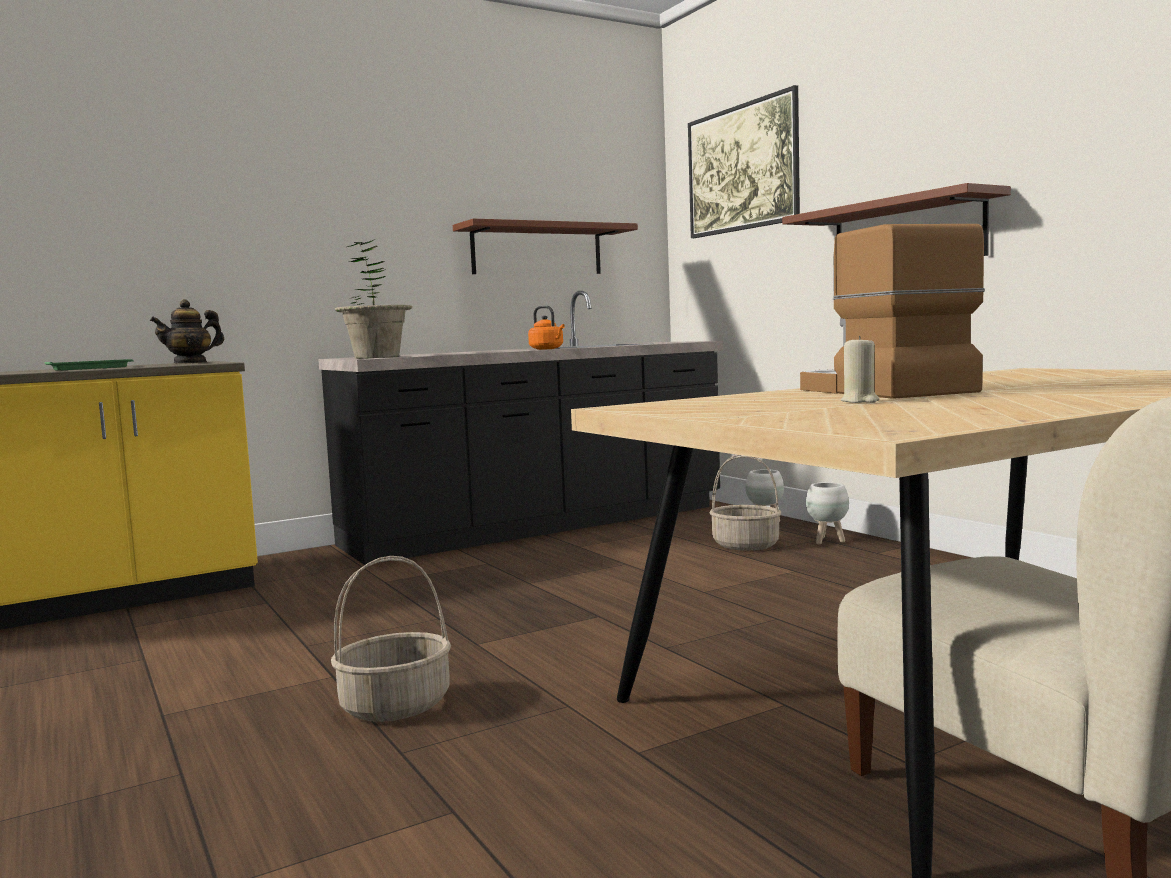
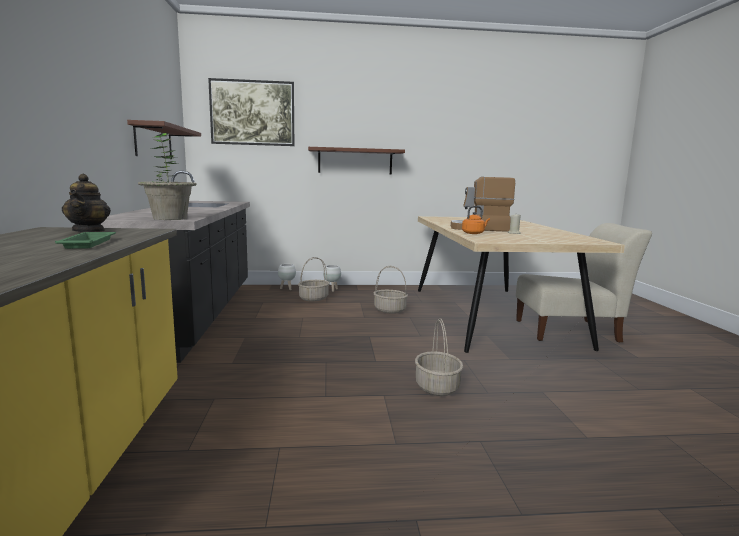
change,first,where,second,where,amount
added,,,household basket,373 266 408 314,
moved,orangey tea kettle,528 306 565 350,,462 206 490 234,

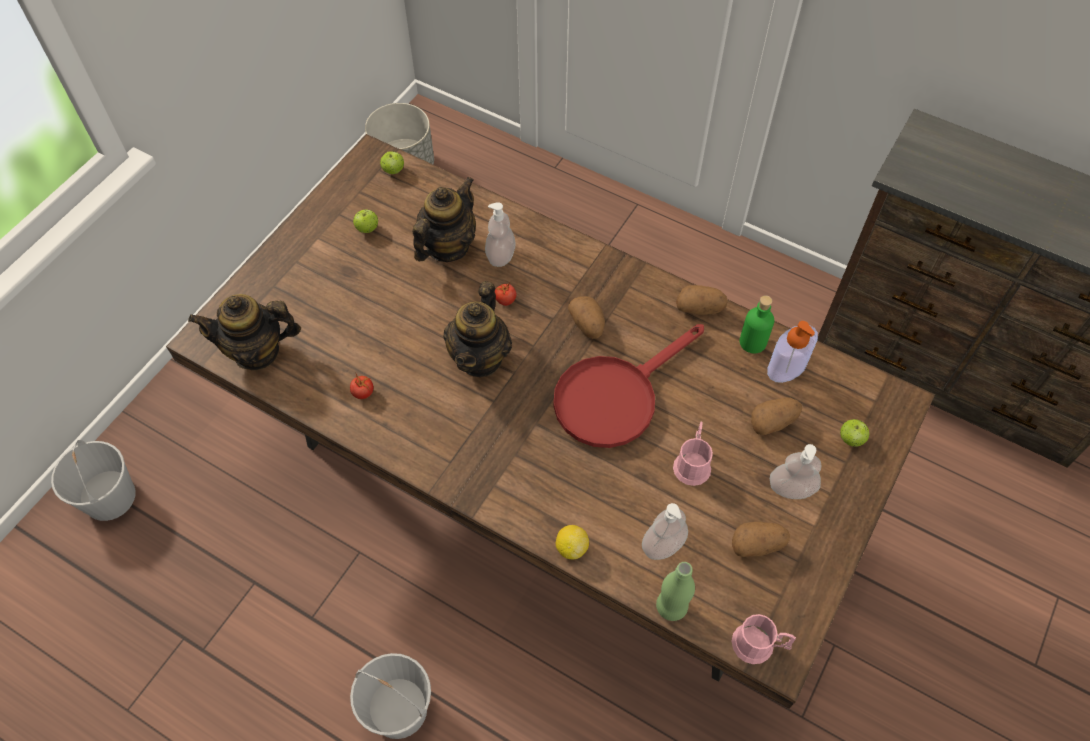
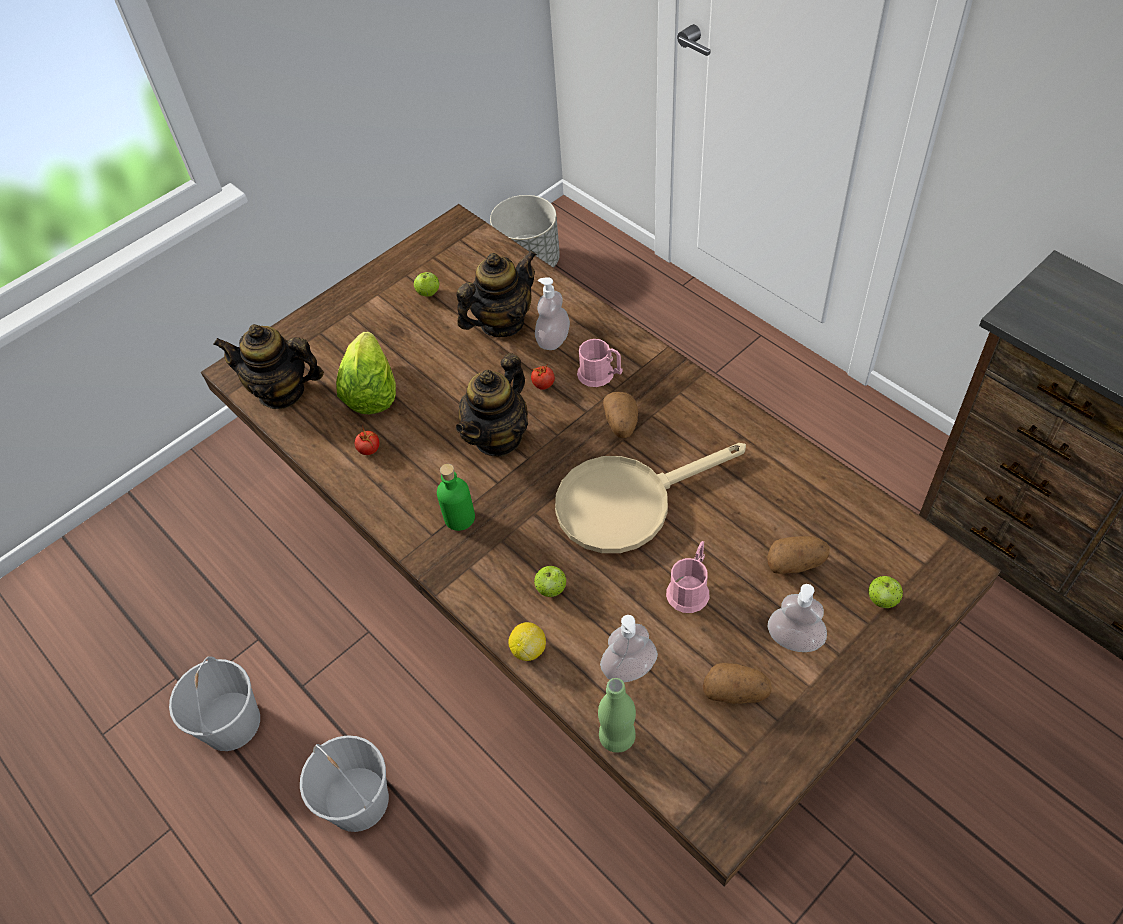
change,first,where,second,where,amount
removed,spud,676 285 728 315,,,
removed,liquid soap bottle,767 321 818 383,,,
added,,,lettuce head,336 332 396 414,
moved,white-coloured bucket,51 440 136 521,,169 656 260 751,
moved,whole apple,380 151 404 174,,534 566 567 597,
moved,pinkish tea mug,732 614 796 664,,577 339 622 387,
moved,green-coloured bottle,740 295 774 353,,437 464 475 531,
recoloured,red-coloured frying pan,553 324 704 448,beige frying pan,555 443 746 553,

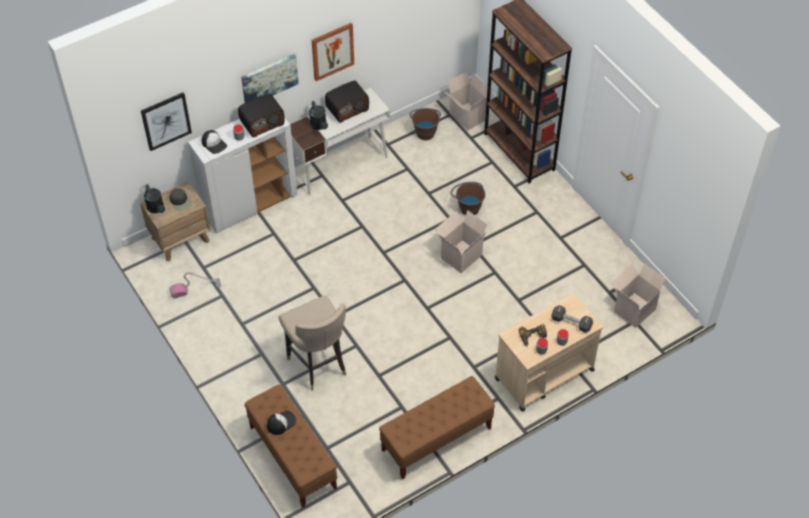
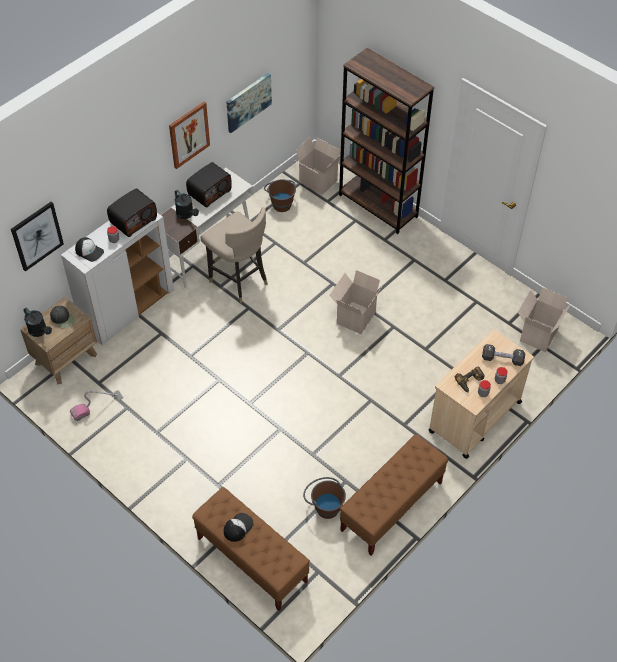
change,first,where,second,where,amount
moved,wall picture,241 54 299 103,,226 73 272 133,
moved,beige stool seat,279 295 346 390,,200 207 268 303,
moved,brown bucket,451 182 485 215,,303 477 346 519,

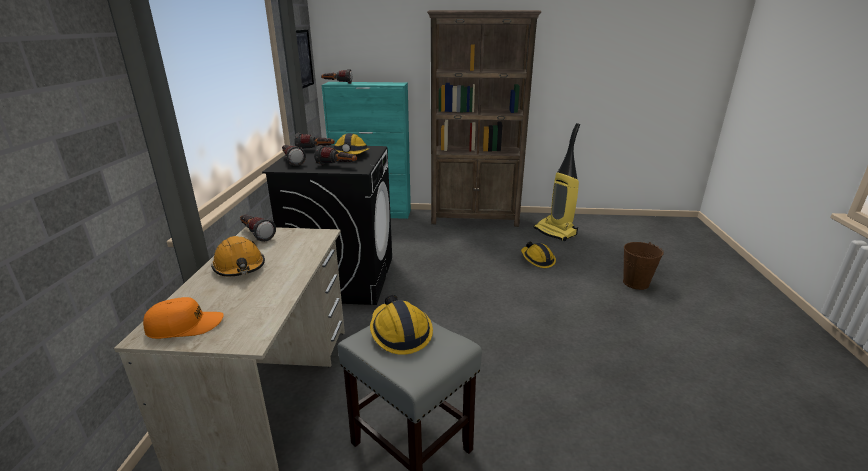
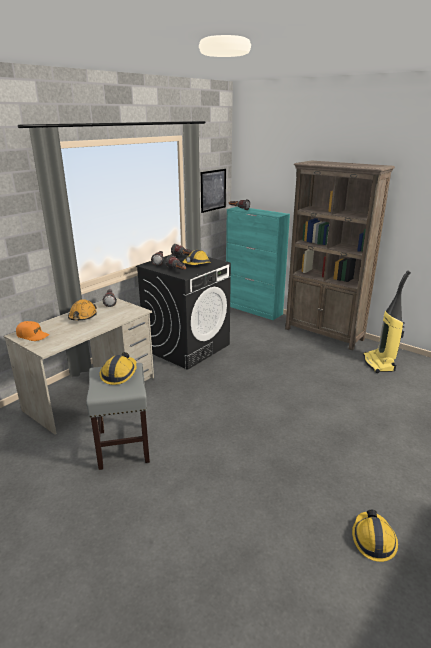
change,first,where,second,where,amount
removed,brown bucket,623 242 664 290,,,
moved,hard hat,521 242 556 268,,352 510 398 562,

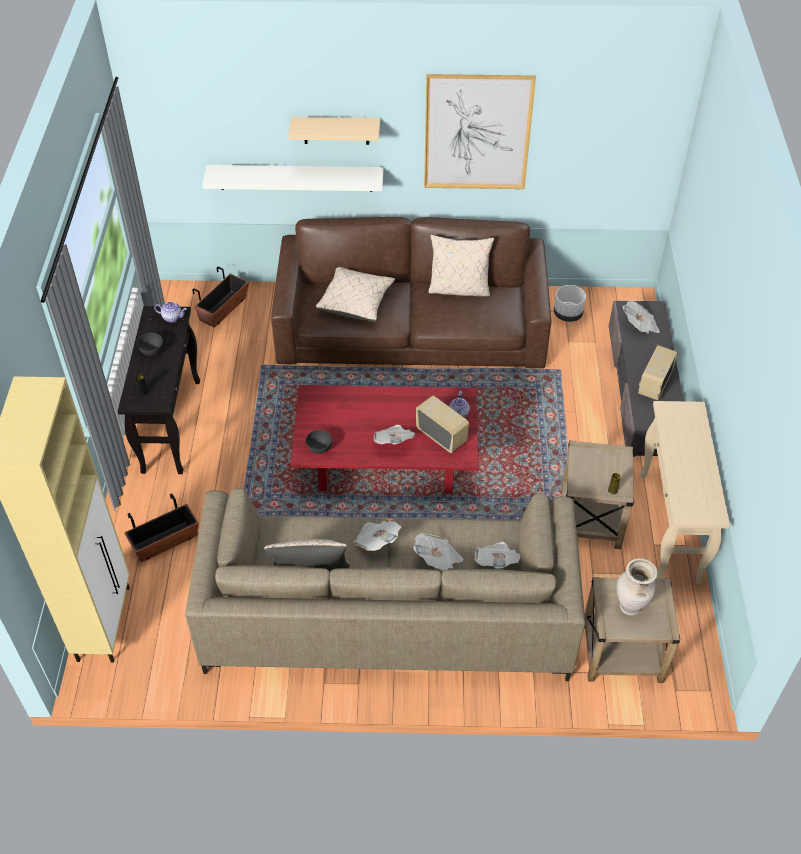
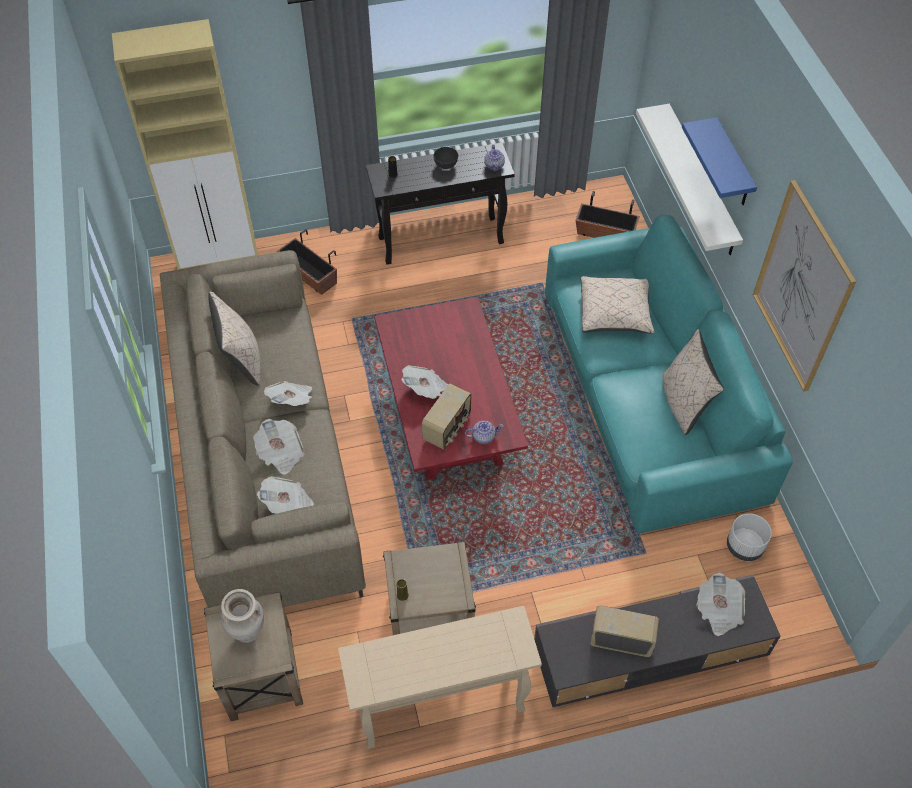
change,first,where,second,where,amount
removed,greyish serving bowl,306 430 332 454,,,
recoloured,brown settee,271 217 551 368,turquoise settee,545 214 793 534,
recoloured,beige bracket shelf,288 117 380 145,blue bracket shelf,682 117 757 205,

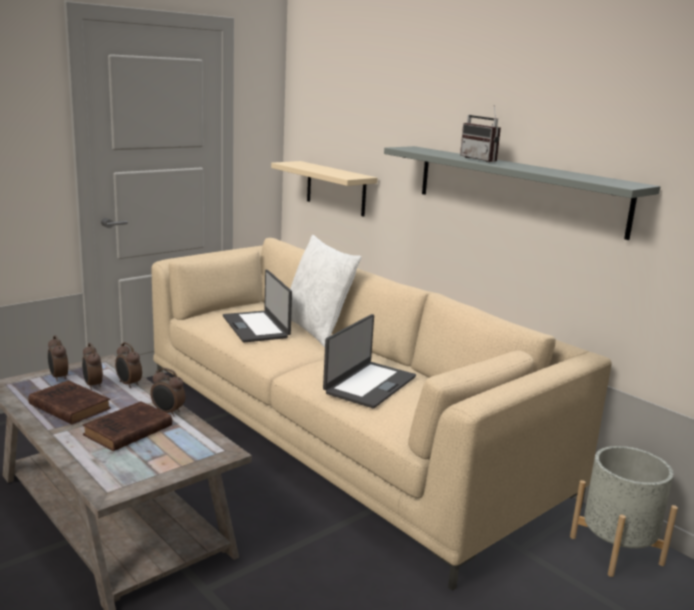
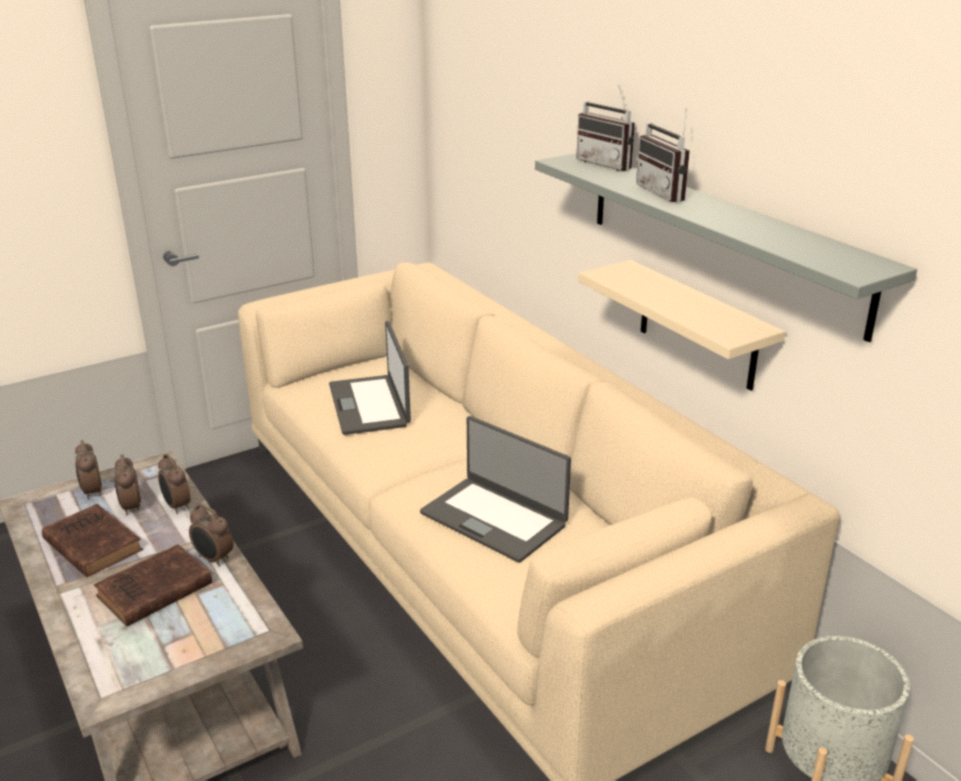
change,first,where,second,where,amount
removed,white-coloured throw pillow,290 235 361 347,,,
added,,,radio set,576 86 635 171,
moved,beige bracket shelf,271 161 378 217,,578 260 785 391,
turned,portable computer,323 314 416 408,,420 416 571 563,90 degrees clockwise

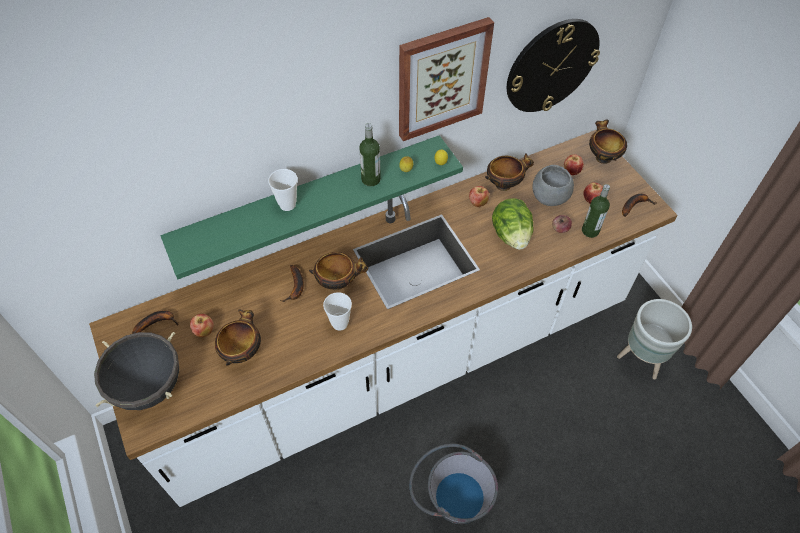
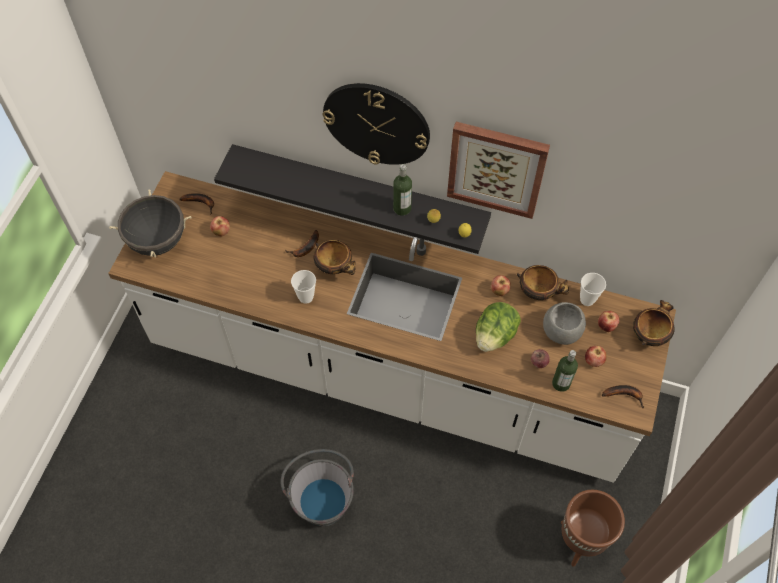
change,first,where,second,where,amount
removed,serving bowl,215 309 261 366,,,
moved,drinking cup,268 169 297 211,,580 273 606 306,
moved,clock on the wall,507 19 600 112,,323 83 430 165,
recoloured,green-coloured bracket shelf,161 135 463 279,blackish bracket shelf,214 144 491 254,
recoloured,greyish flower pot,617 299 692 380,brown flower pot,561 490 625 567,

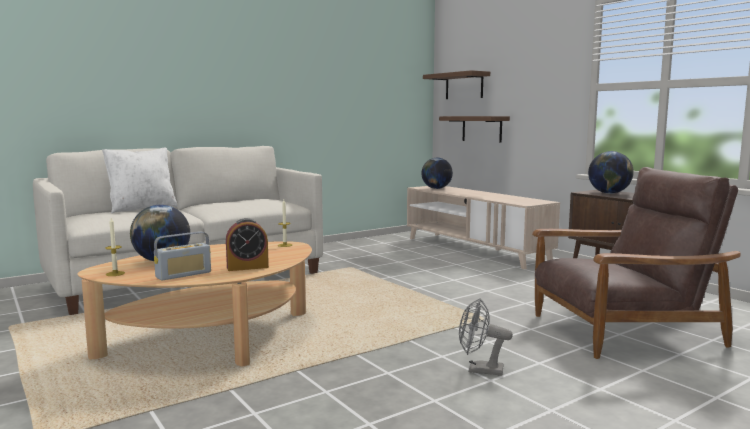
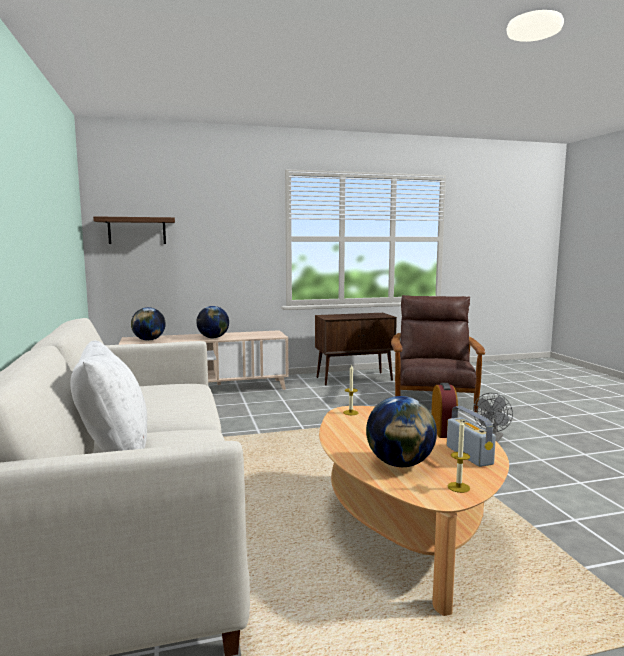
change,first,where,second,where,amount
removed,bracket shelf,439 116 510 143,,,
moved,world globe,588 151 634 194,,196 306 229 338,

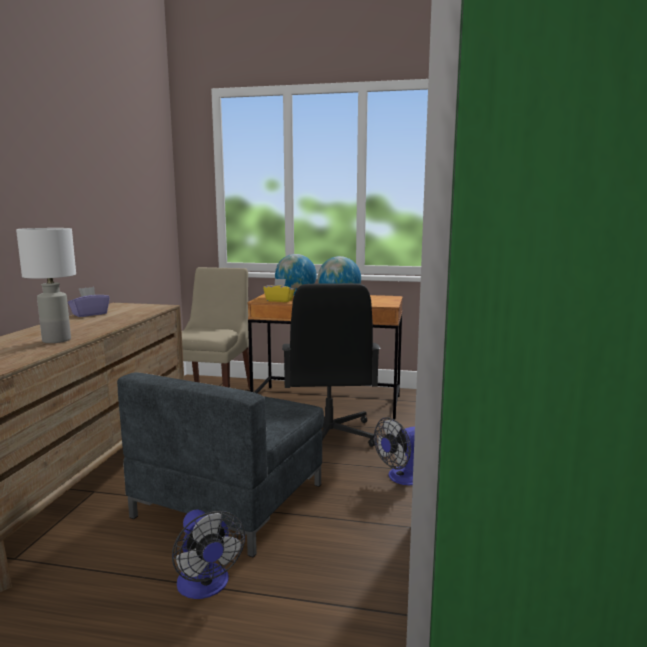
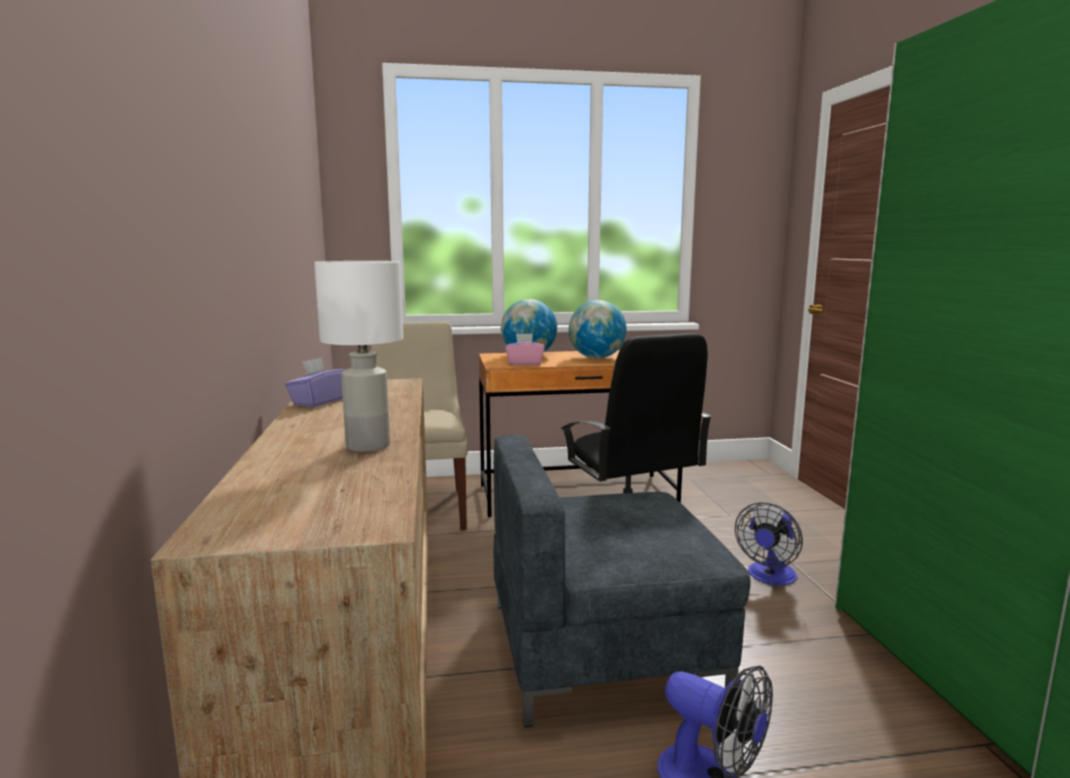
change,first,where,second,where,amount
recoloured,yellow tissue holder,263 279 295 302,pinkish tissue holder,505 333 545 366,
turned,greyish lounge chair,117 372 324 557,,494 435 750 727,75 degrees clockwise

